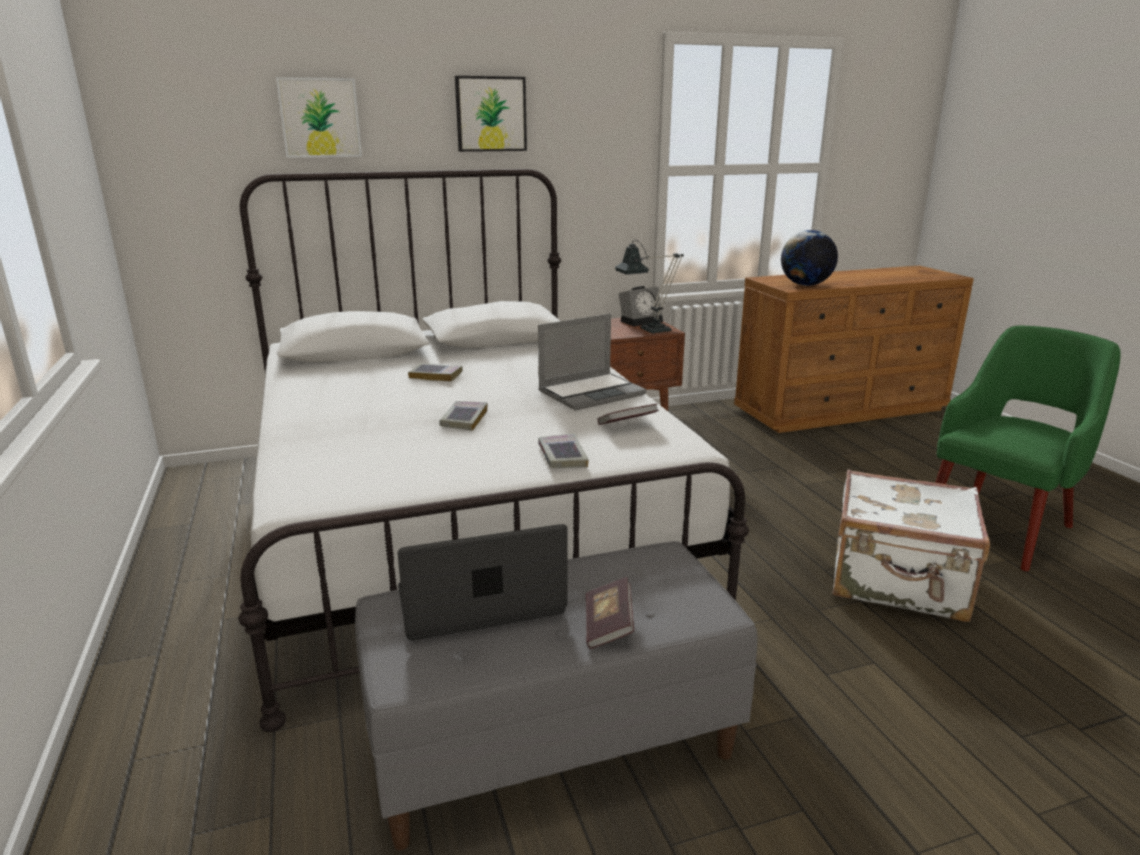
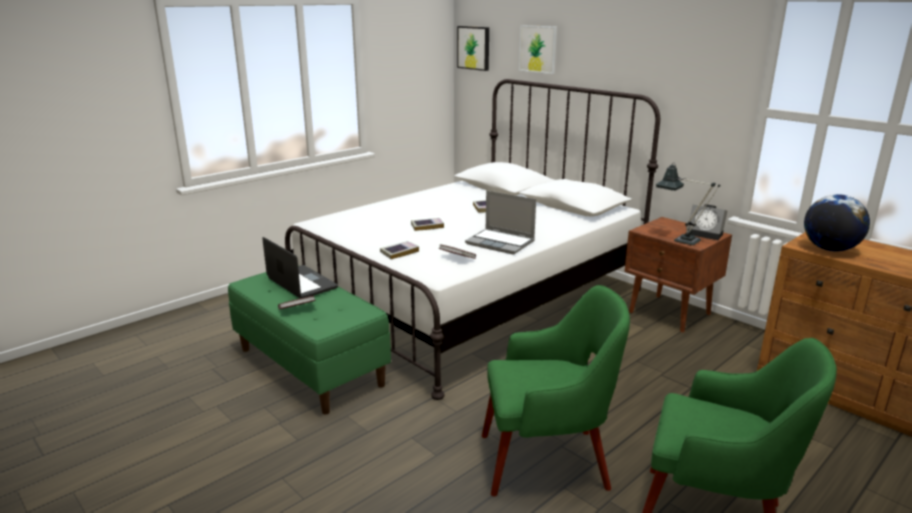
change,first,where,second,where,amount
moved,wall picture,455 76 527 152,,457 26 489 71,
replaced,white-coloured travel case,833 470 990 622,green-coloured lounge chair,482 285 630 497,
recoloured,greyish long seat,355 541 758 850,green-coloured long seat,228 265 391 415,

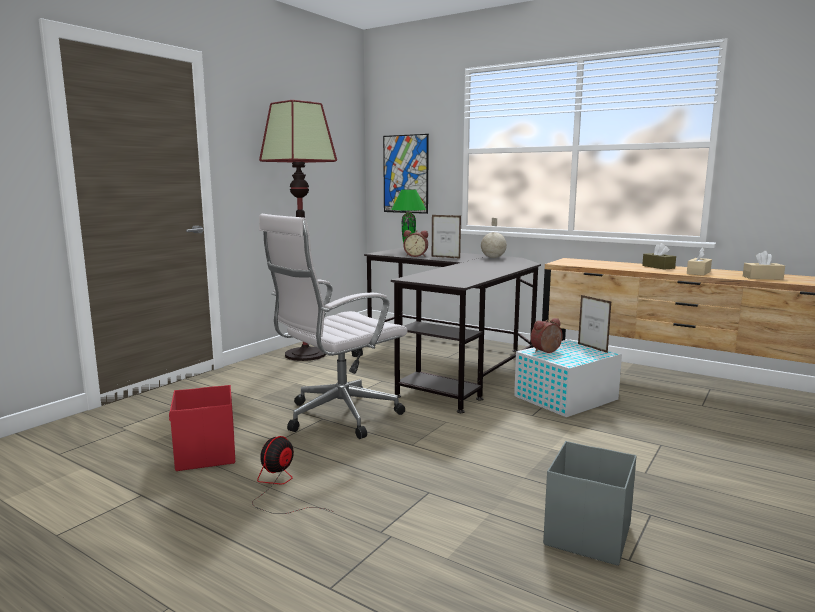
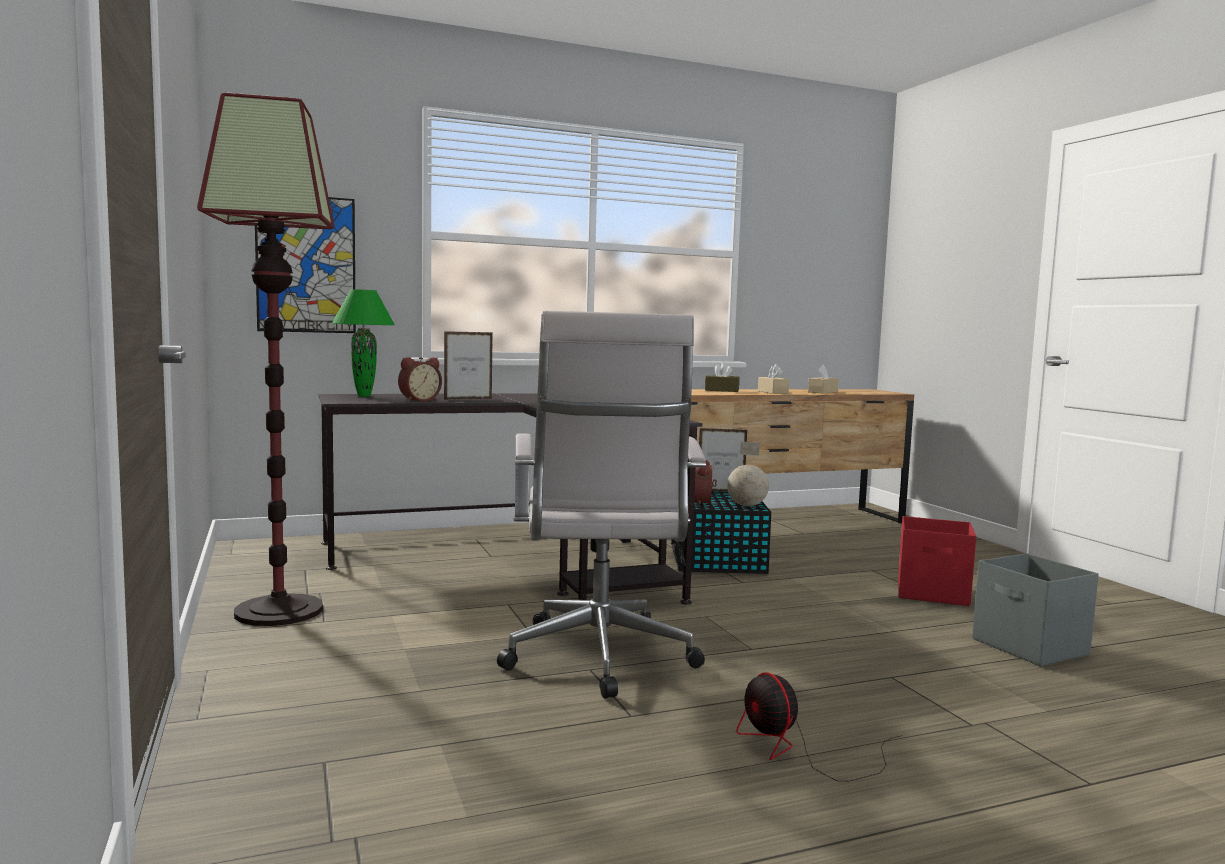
change,first,where,second,where,amount
moved,red-coloured storage container,169 385 235 471,,898 516 976 606,
moved,world globe,481 218 507 258,,727 442 769 506,
recoloured,white-coloured storage container,514 339 622 417,blackish storage container,671 491 771 574,

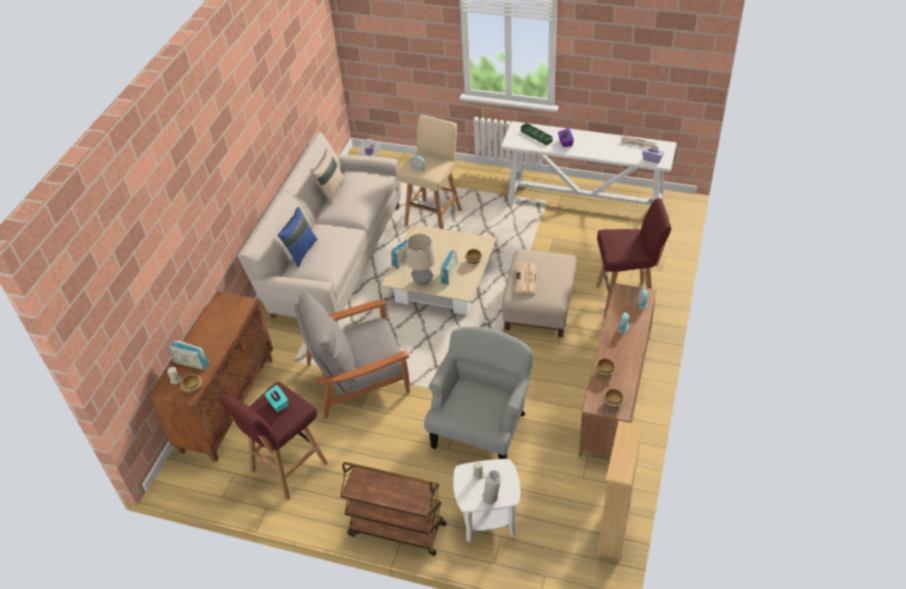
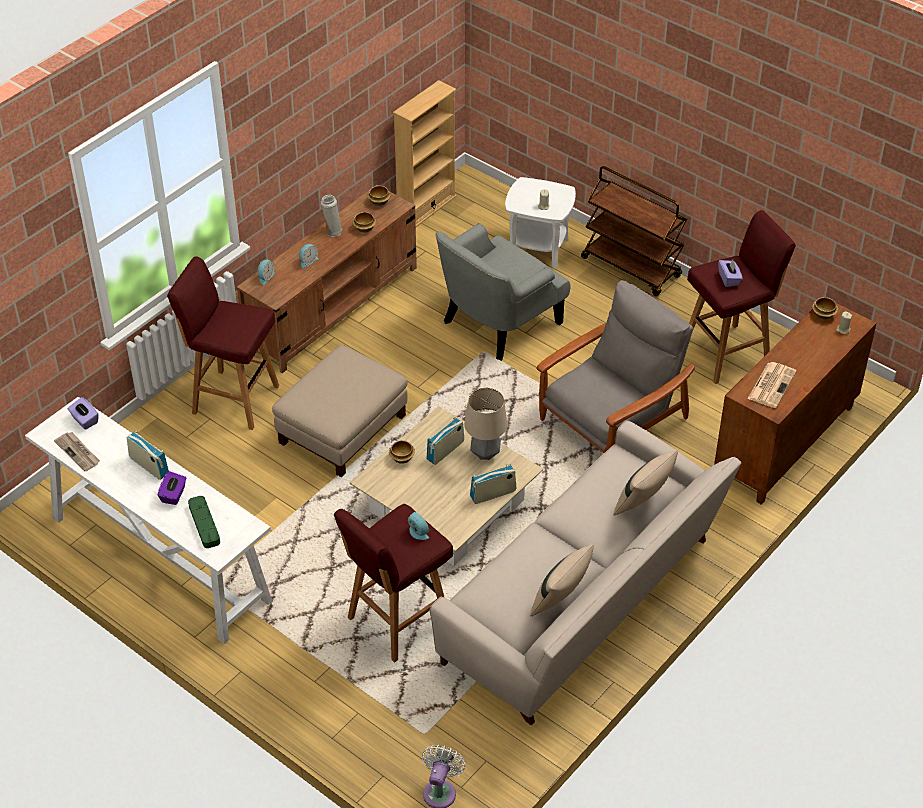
change,first,where,second,where,amount
moved,radio set,169 341 209 370,,127 431 169 480,
moved,white-coloured decorative vase,482 470 502 504,,321 195 343 237,
moved,daily paper,515 263 537 293,,748 362 797 408,
recoloured,turquoise tissue holder,265 385 288 412,purple-coloured tissue holder,718 260 743 287,
recoloured,blue throw pillow,278 207 318 267,beige throw pillow,613 450 678 516,
recoloured,beige stool seat,397 115 462 229,red-coloured stool seat,334 504 453 662,
turned,greyish lounge chair,294 292 410 418,,536 280 695 453,45 degrees counterclockwise

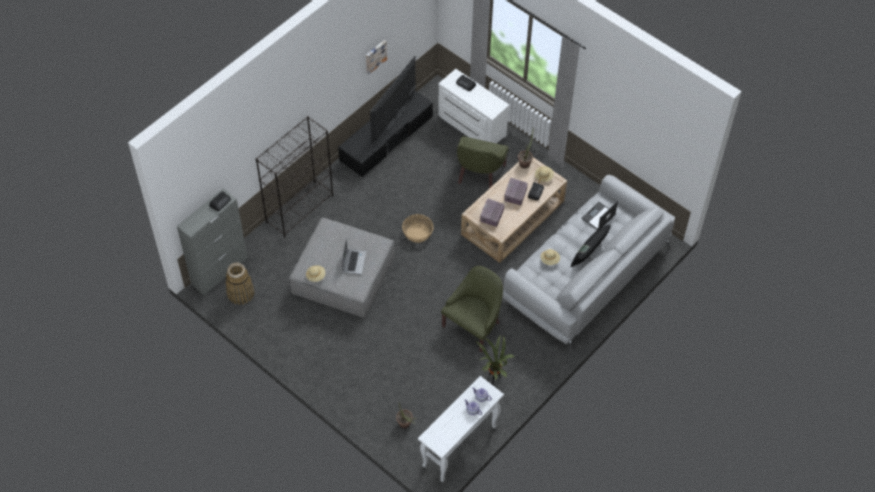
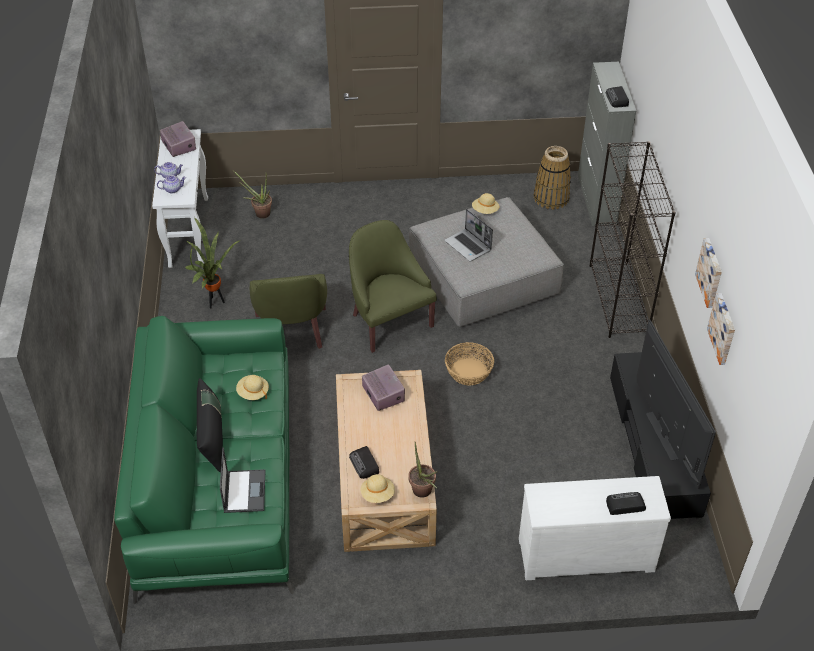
change,first,where,second,where,amount
added,,,wall picture,695 238 722 308,
moved,green-coloured lounge chair,457 136 508 189,,349 220 437 353,
moved,radio set,505 178 528 205,,160 121 196 157,
recoloured,greyish settee,502 175 675 352,green-coloured settee,114 316 294 604,

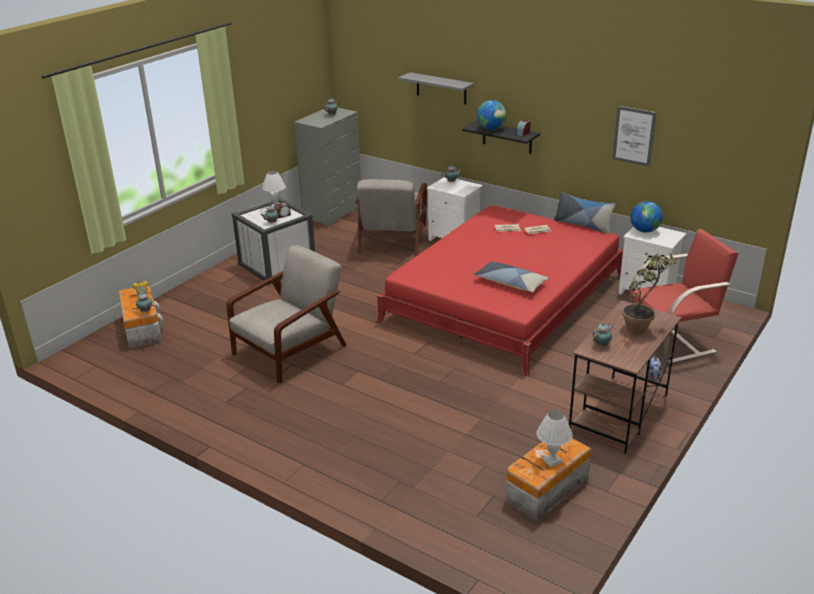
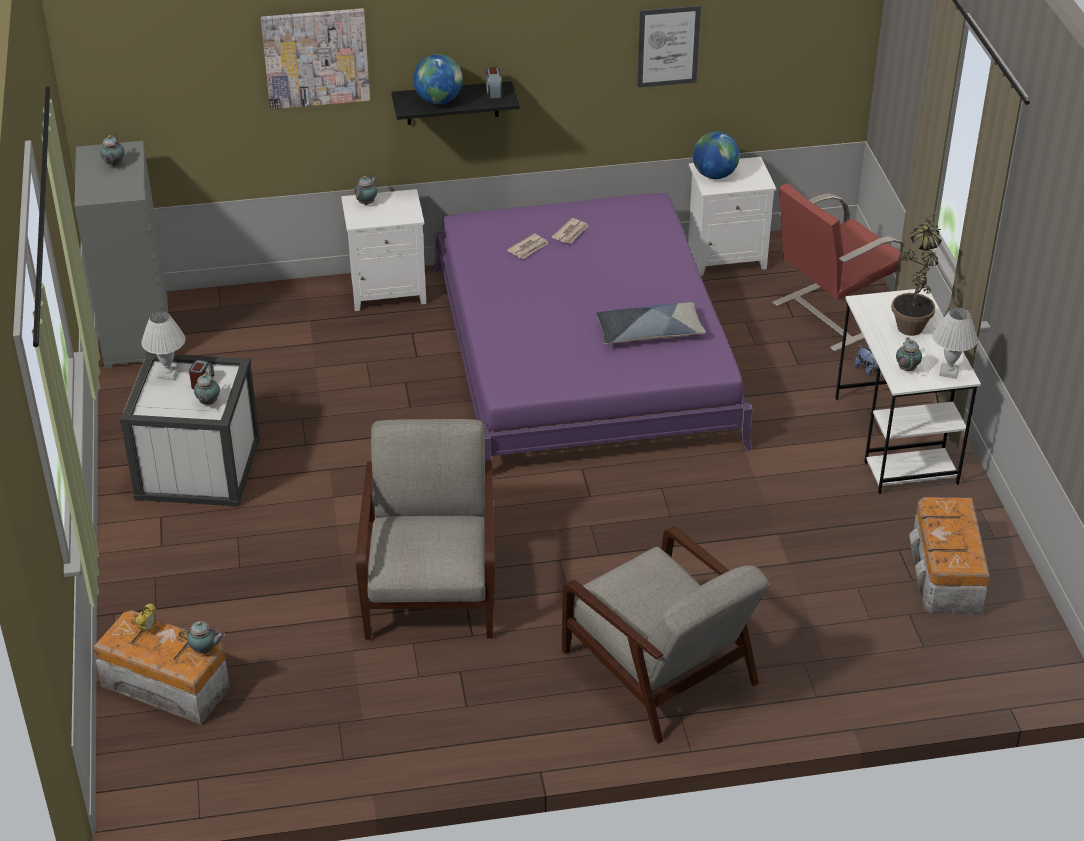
change,first,where,second,where,amount
removed,throw pillow,554 192 615 234,,,
moved,greyish lounge chair,355 179 427 256,,562 526 769 744,
moved,white-coloured table lamp,537 410 573 467,,932 308 978 379,
replaced,greyish bracket shelf,399 72 474 104,wall picture,261 8 370 109,
recoloured,red-coloured bed,376 205 623 376,purple-coloured bed,433 193 752 460,
recoloured,brown desk table,569 300 681 454,white-coloured desk table,835 288 981 494,
turned,red-coloured lounge chair,629 229 739 364,,772 184 903 352,150 degrees counterclockwise

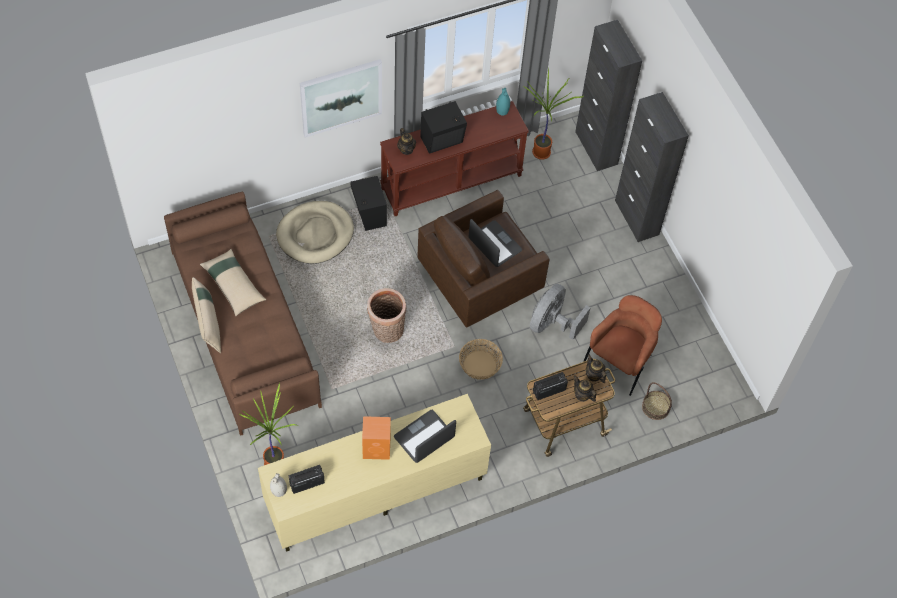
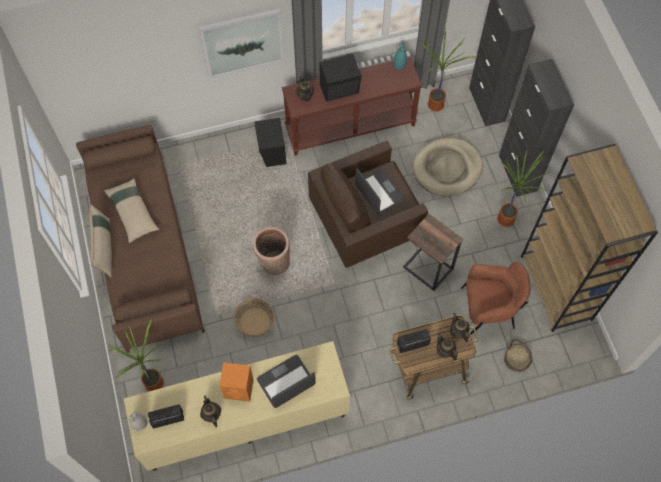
change,first,where,second,where,amount
added,,,tea pot,200 395 221 427,
added,,,plant in a pot,497 150 550 227,
added,,,brown bookcase,521 144 658 332,
moved,beige dog cushion,276 201 354 264,,413 138 483 197,
moved,household basket,459 339 503 380,,233 298 275 337,
replaced,greyish fan,530 284 590 340,end table,403 214 463 291,
turned,brown lounge chair,583 295 662 396,,461 262 531 335,45 degrees clockwise

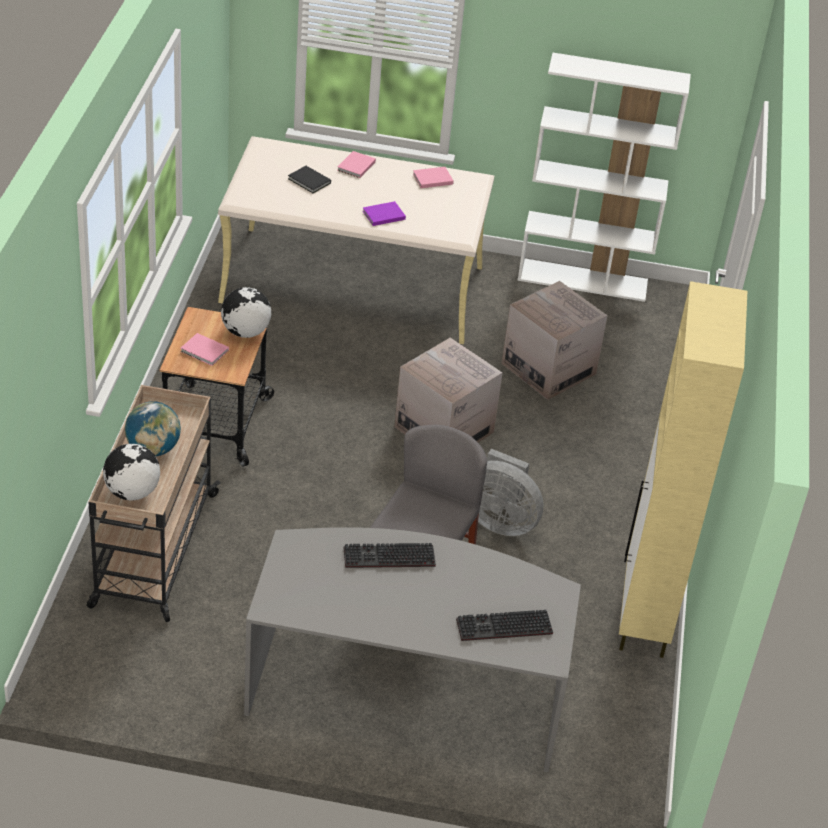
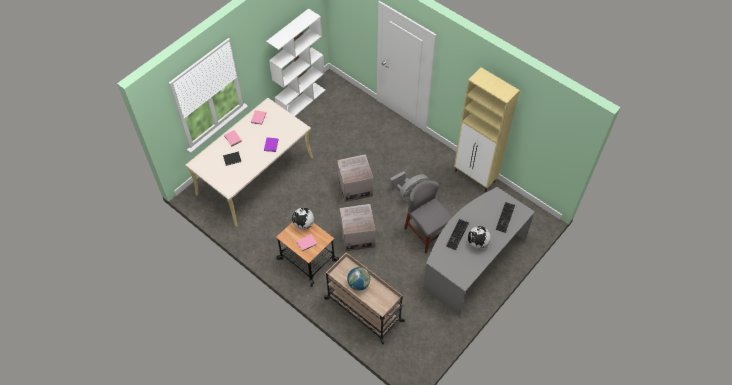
change,first,where,second,where,amount
moved,world globe,103 444 160 501,,468 226 491 249,
moved,carton,501 281 608 400,,340 204 375 252,

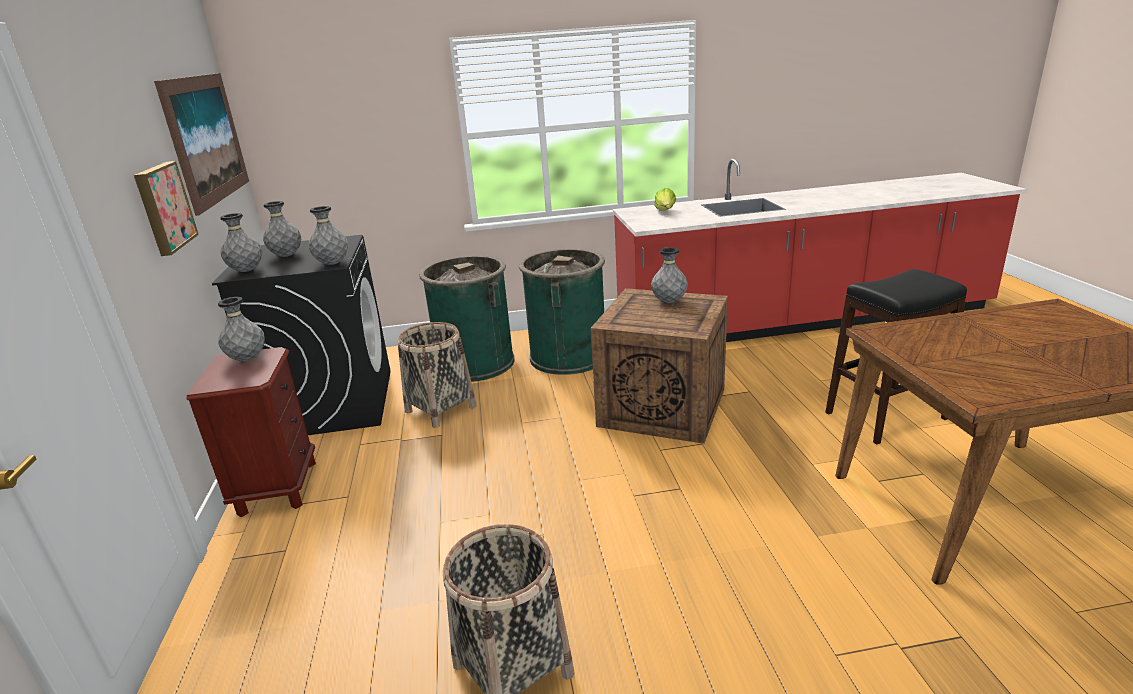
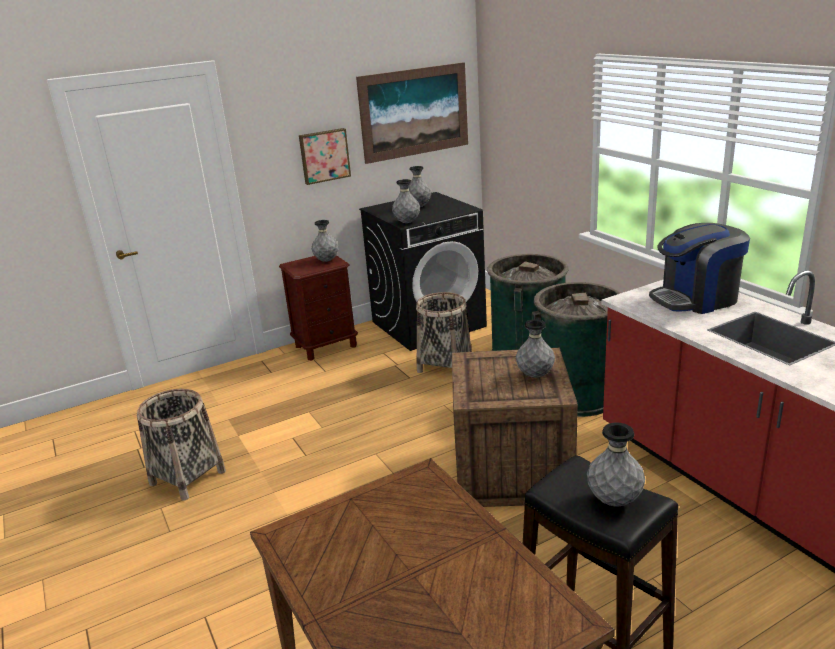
change,first,where,second,where,amount
moved,greyish decorative vase,220 213 262 272,,587 423 645 506,
replaced,lettuce head,654 188 676 211,coffee maker,649 223 750 314,

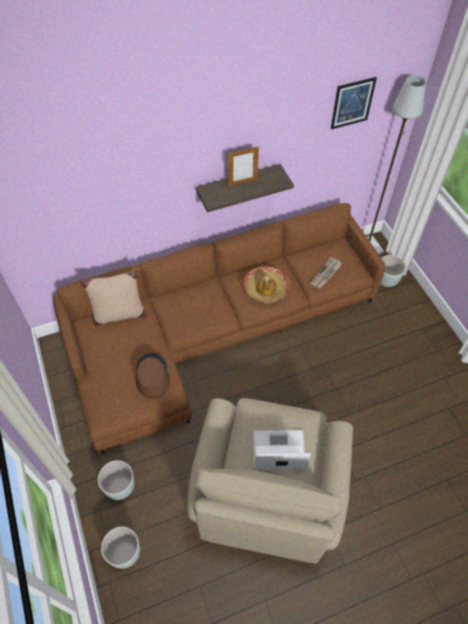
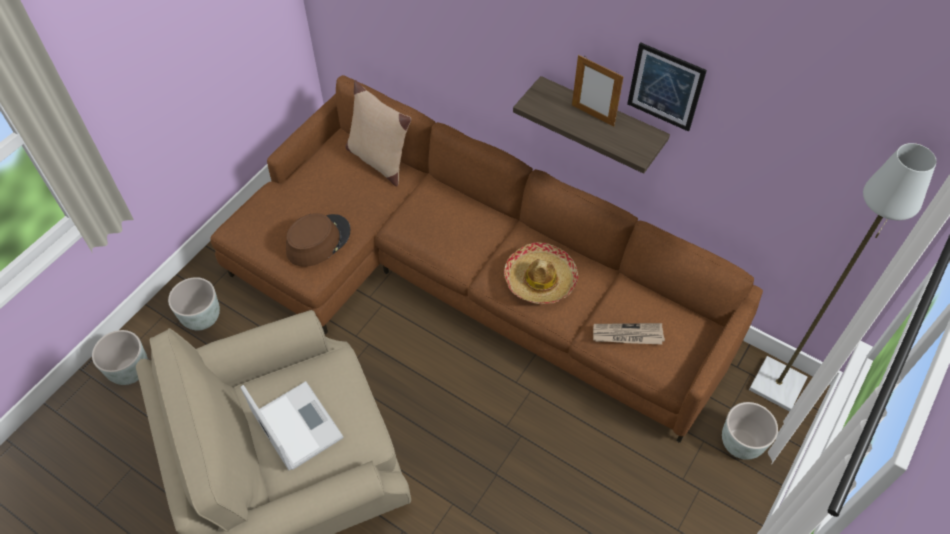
change,first,where,second,where,amount
moved,wall picture,331 77 377 129,,627 42 707 132,

